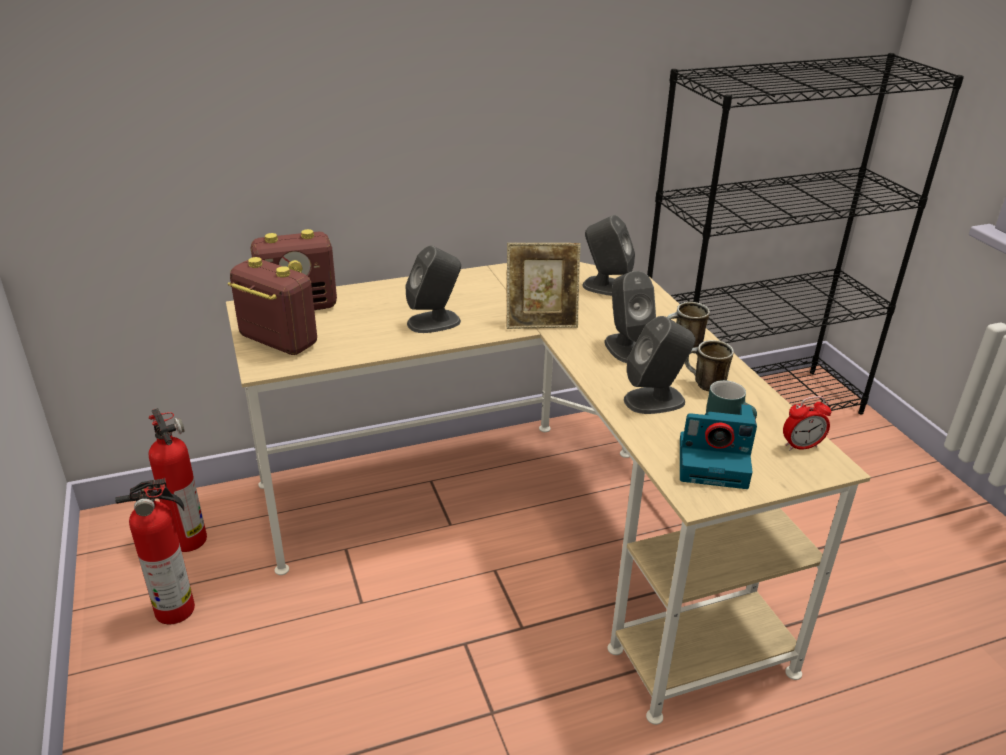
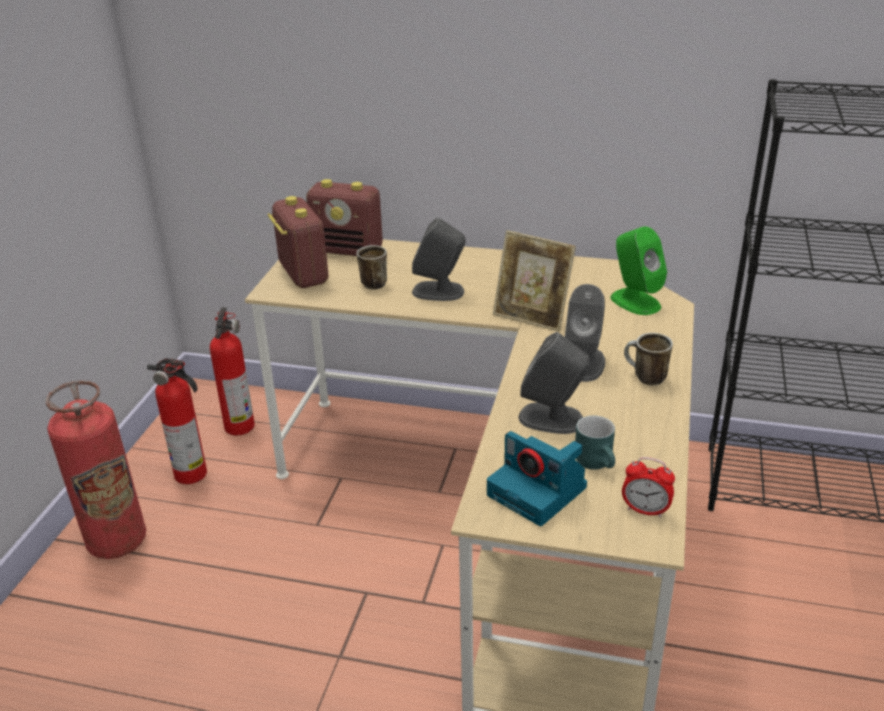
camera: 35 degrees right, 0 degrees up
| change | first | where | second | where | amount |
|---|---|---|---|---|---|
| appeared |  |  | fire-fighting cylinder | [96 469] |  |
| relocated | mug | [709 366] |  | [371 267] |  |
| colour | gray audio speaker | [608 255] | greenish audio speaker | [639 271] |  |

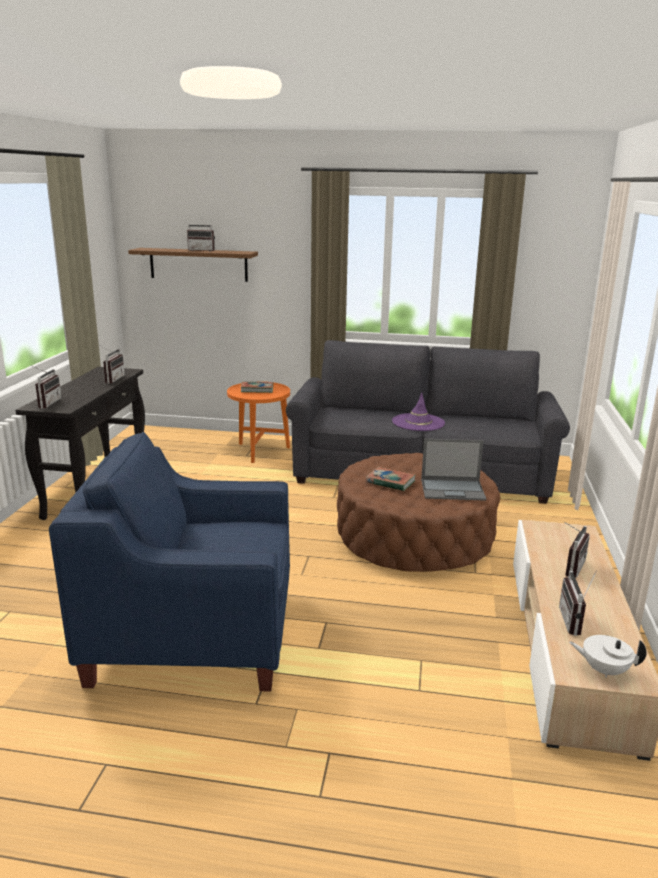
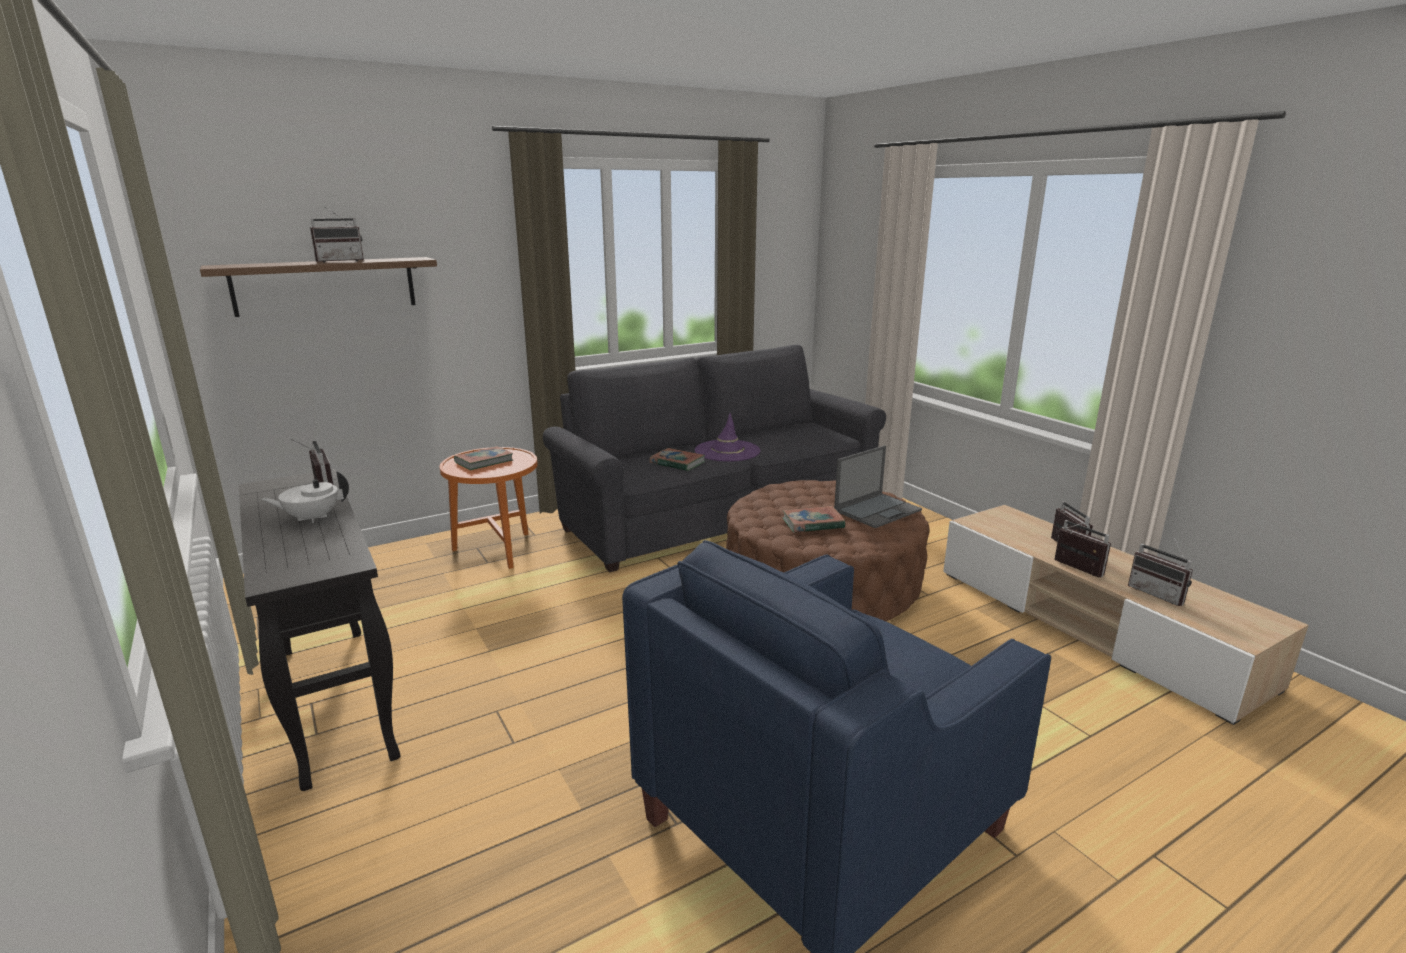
camera: 40 degrees left, 0 degrees up
| change | first | where | second | where | amount |
|---|---|---|---|---|---|
| relocated | white pot for tea | [608 656] |  | [305 497] |  |
| appeared |  |  | volume | [677 459] |  |
| relocated | radio set | [46 387] |  | [1082 549] |  |

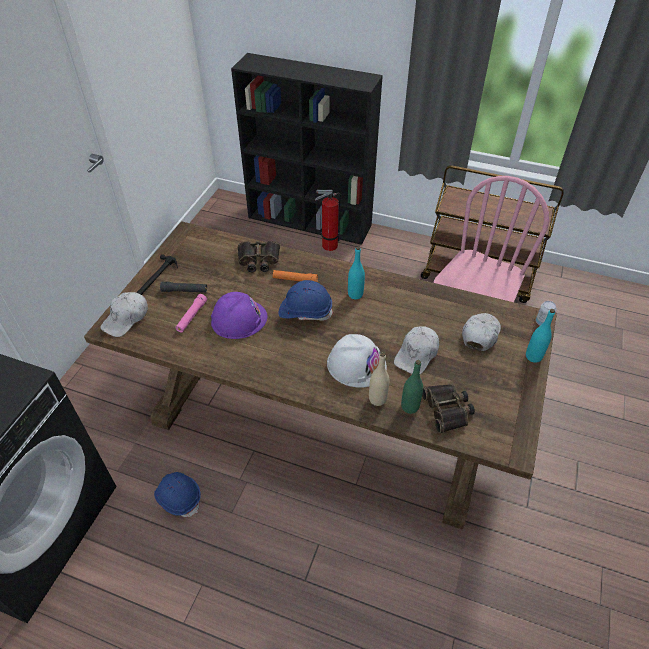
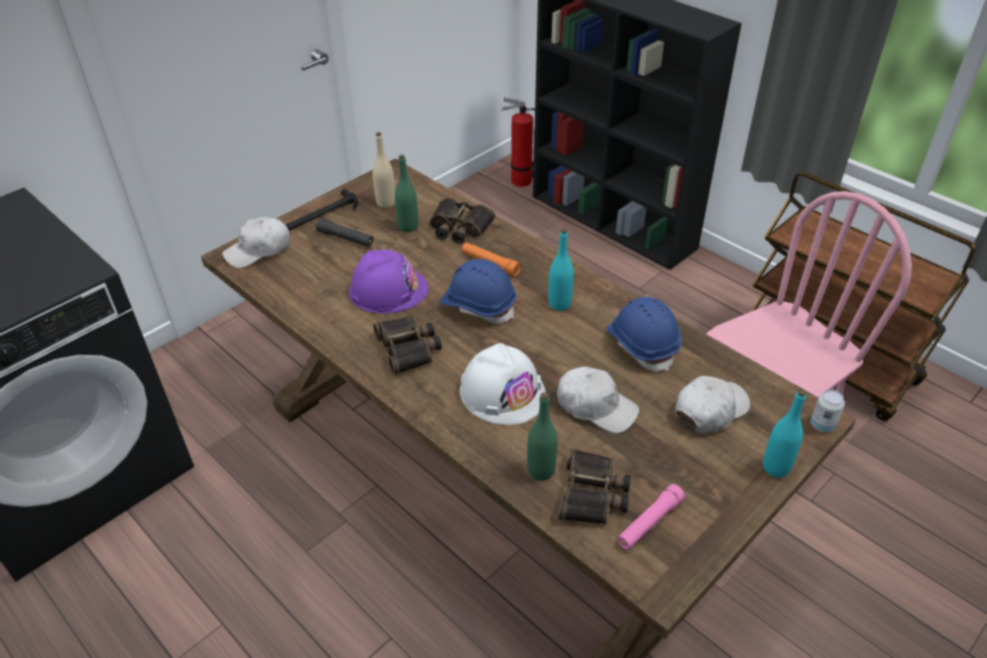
camera: 25 degrees right, 5 degrees down
| change | first | where | second | where | amount |
|---|---|---|---|---|---|
| relocated | sand-coloured beverage bottle | [379 379] |  | [383 170] |  |
| appeared |  |  | pair of binoculars | [407 345] |  |
| appeared |  |  | greenish beverage bottle | [406 193] |  |
| relocated | fire-fighting cylinder | [328 220] |  | [518 142] |  |
| spun | white cap | [416 350] |  | [598 400] | 120 degrees counterclockwise |
| relocated | blue-coloured work helmet | [177 494] |  | [644 334] |  |
| relocated | pink-coloured hand torch | [191 313] |  | [651 517] |  |

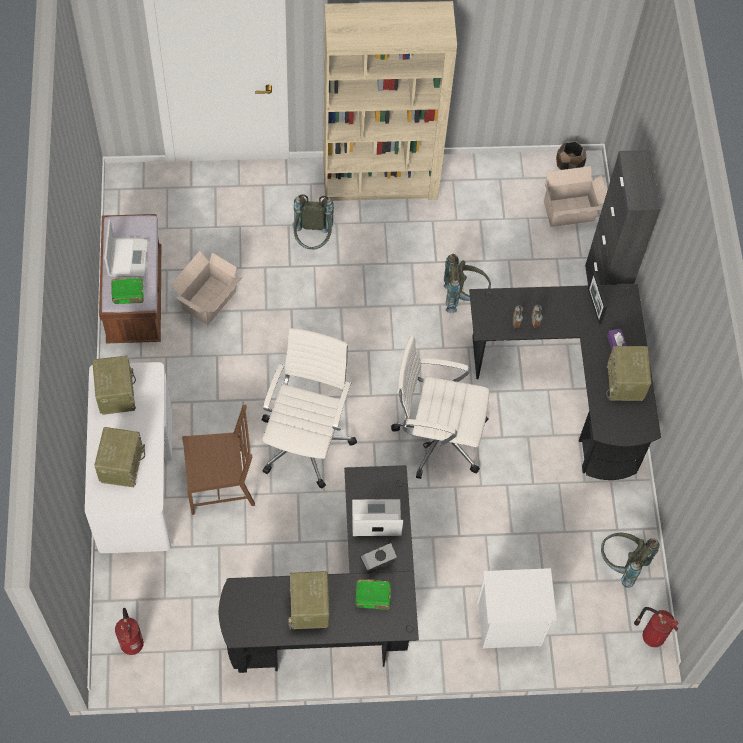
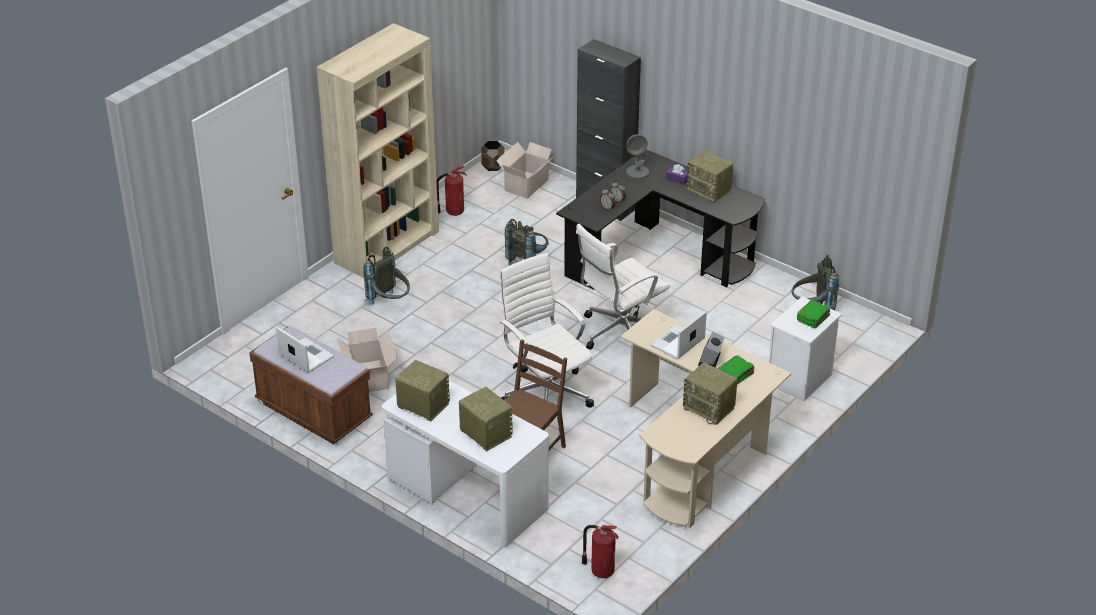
camera: 45 degrees left, 25 degrees down
| change | first | where | second | where | amount |
|---|---|---|---|---|---|
| relocated | fire-fighting cylinder | [656 627] |  | [452 191] |  |
| colour | black desk unit | [319 569] | sand-coloured desk unit | [705 418] |  |
| exchanged | picture frame | [597 297] | gray tabletop lamp | [637 156] |  |
| relocated | greenish volume | [127 291] |  | [813 314] |  |

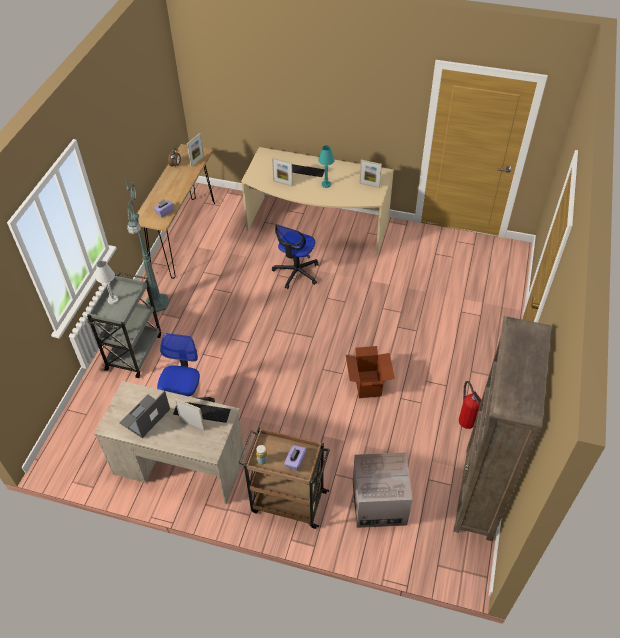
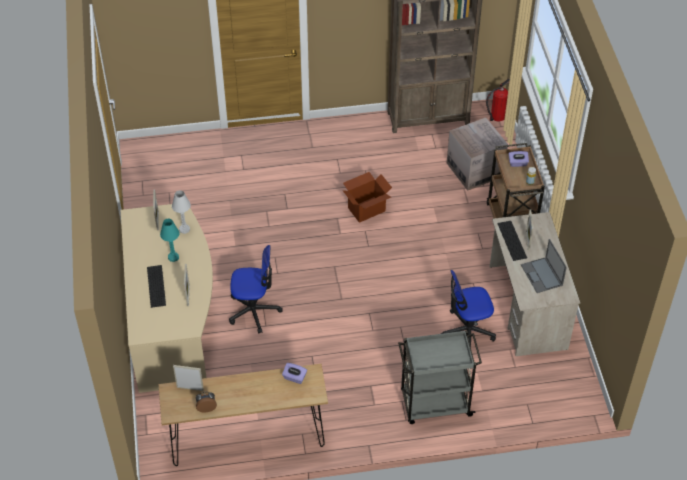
camera: 115 degrees left, 0 degrees up
| change | first | where | second | where | amount |
|---|---|---|---|---|---|
| relocated | white tabletop lamp | [107 283] |  | [181 212] |  |
| relocated | fire-fighting cylinder | [470 405] |  | [498 100] |  |
| spun | portable computer | [145 414] |  | [544 266] | 60 degrees clockwise |
| missing | greenish floor lamp | [147 244] |  |  |  |

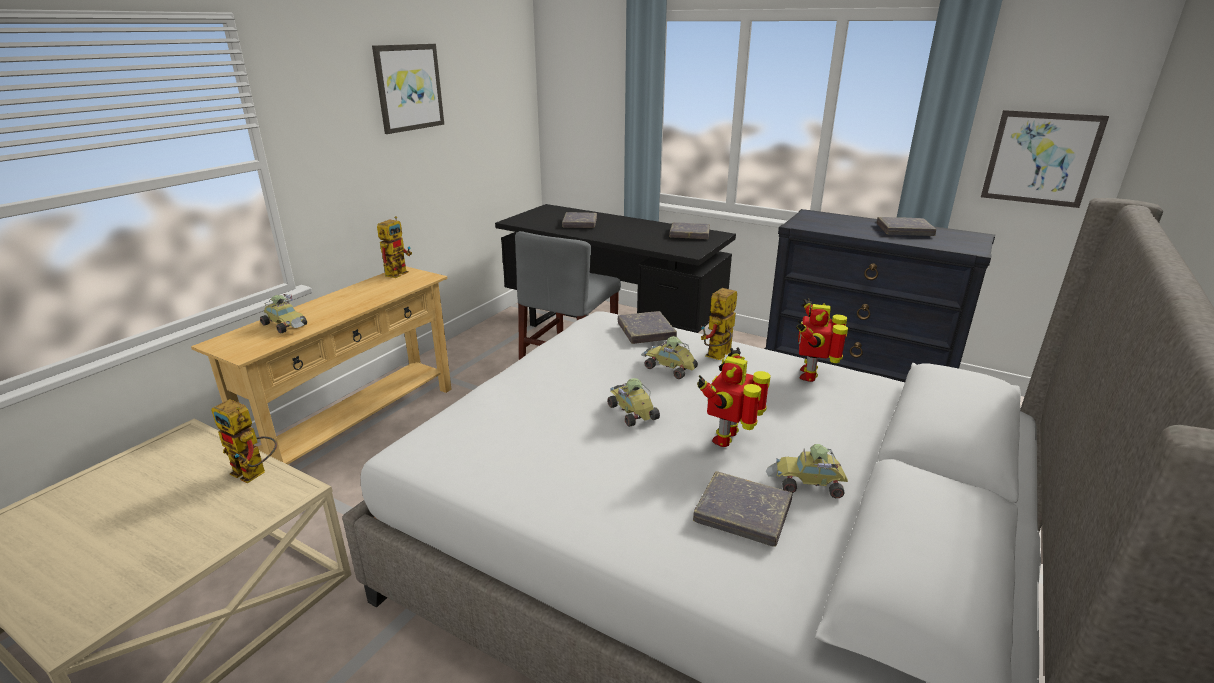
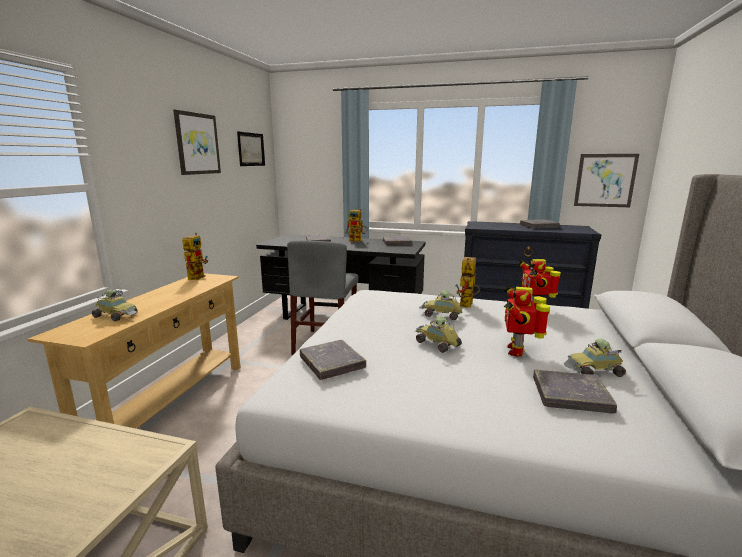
camera: 15 degrees left, 10 degrees down
| change | first | where | second | where | amount |
|---|---|---|---|---|---|
| appeared |  |  | wall art | [251 148] |  |
| relocated | gray volume | [647 327] |  | [333 360] |  |
| relocated | model robot | [244 441] |  | [357 225] |  |

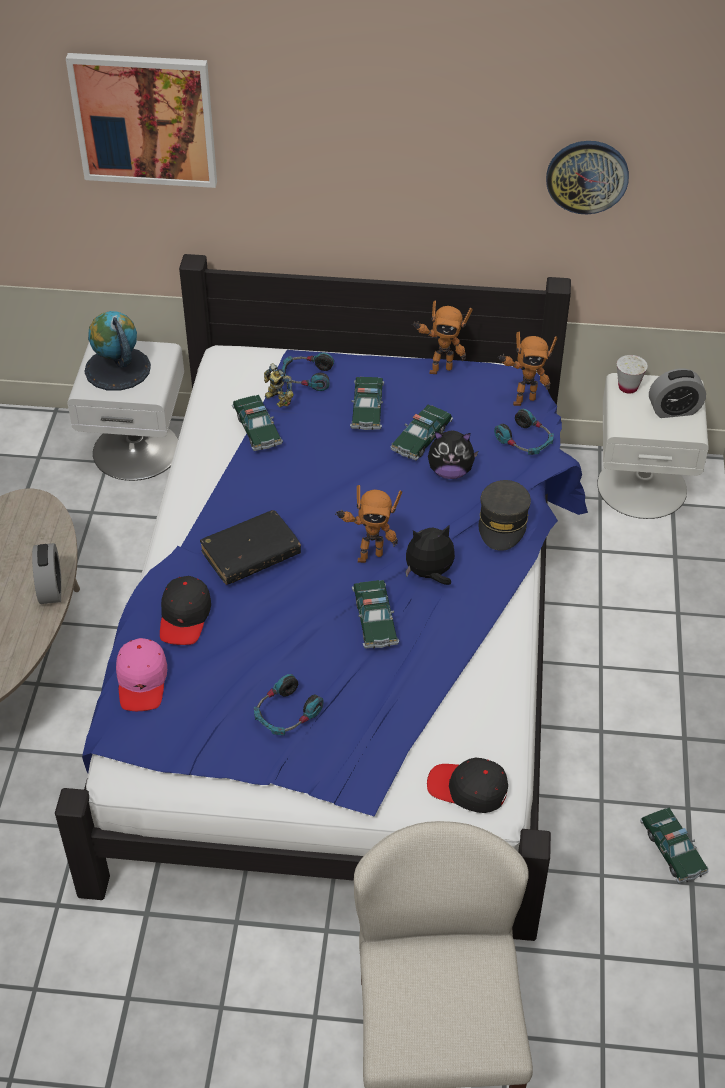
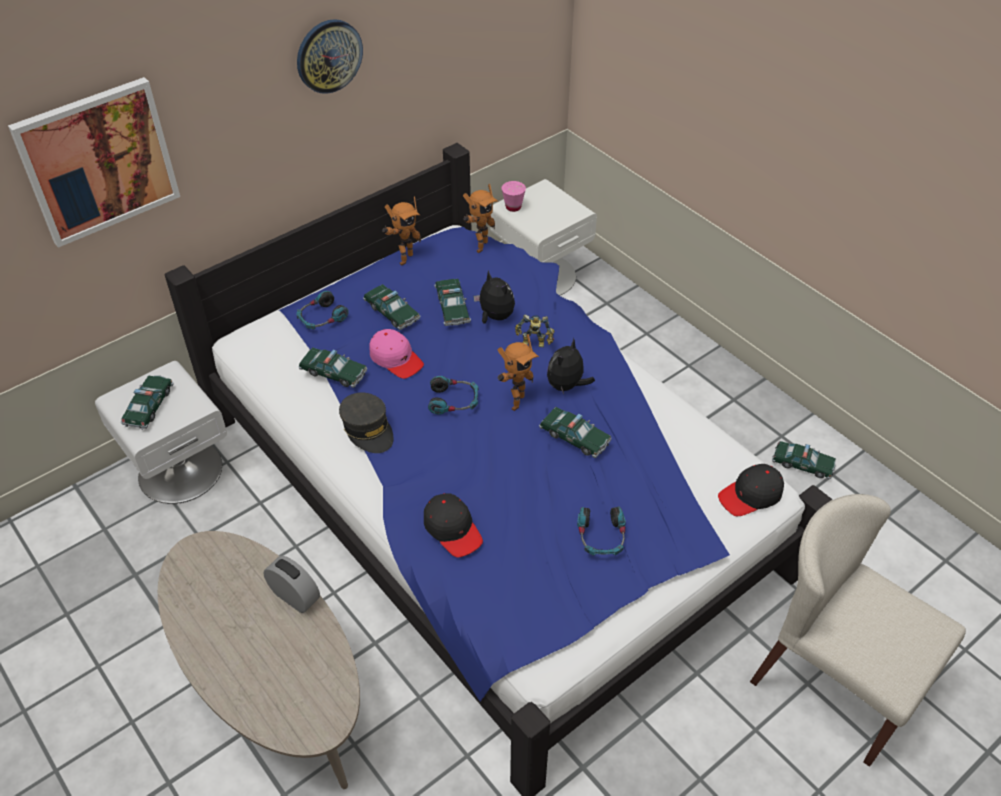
camera: 45 degrees left, 0 degrees up
| change | first | where | second | where | amount |
|---|---|---|---|---|---|
| exchanged | globe | [117 351] | toy car | [147 402] |  |
| relocated | hanging clock | [587 177] |  | [330 56] |  |
| relocated | gray cap | [504 515] |  | [366 423] |  |
| relocated | pink-coloured cap | [141 674] |  | [396 354] |  |
| relocated | headphones | [524 432] |  | [453 395] |  |
| spun | plush toy | [453 455] |  | [494 297] | 90 degrees counterclockwise |
| colour | white drinking cup | [632 374] | pink-coloured drinking cup | [514 196] |  |
| relocated | model robot | [279 385] |  | [535 331] |  |
| missing | black volume | [250 547] |  |  |  |
| missing | table clock | [677 393] |  |  |  |

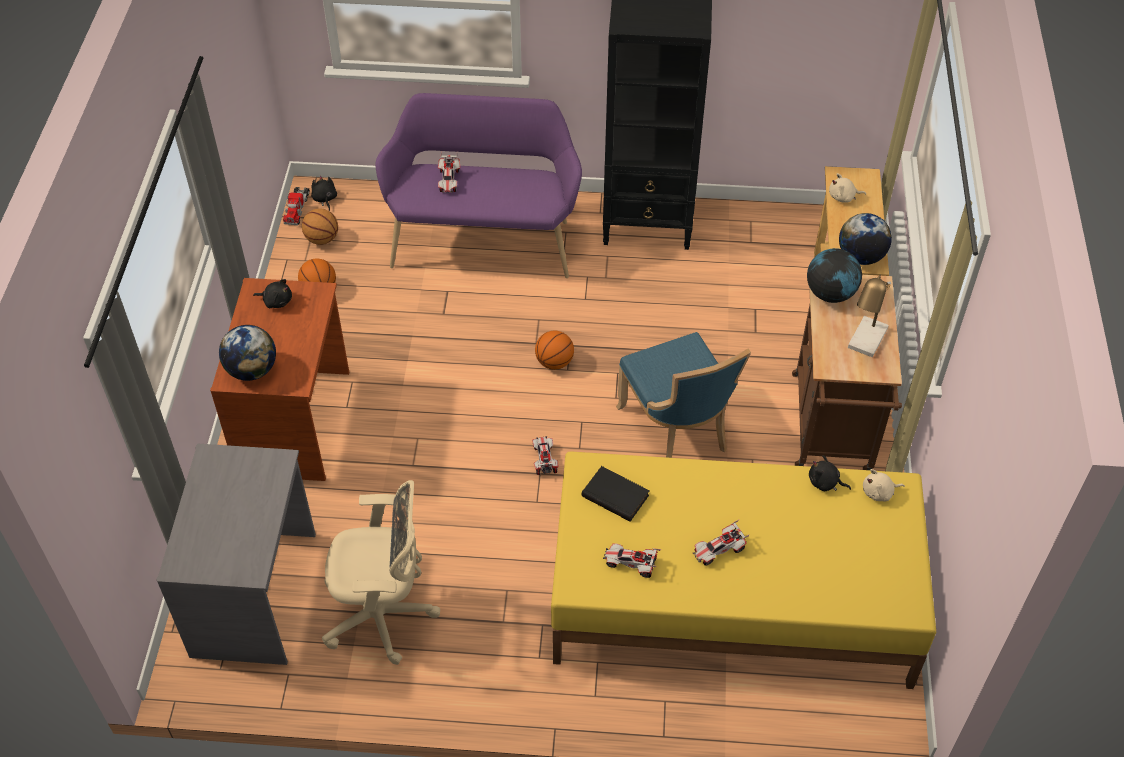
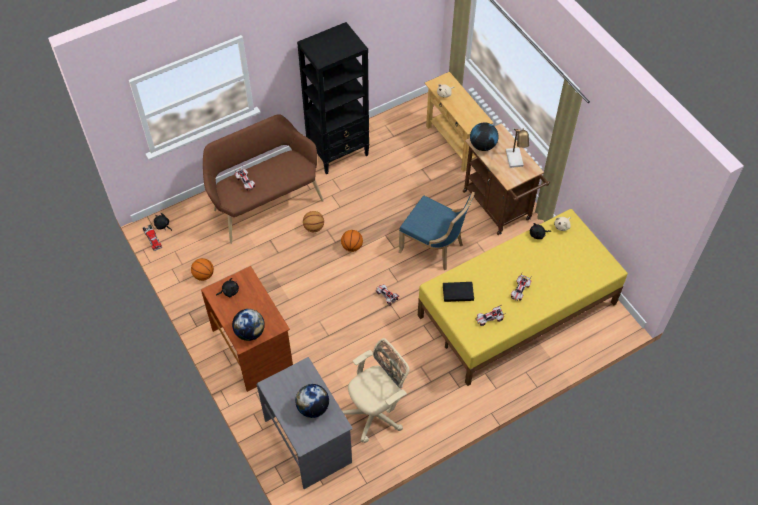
camera: 35 degrees left, 5 degrees up
| change | first | where | second | where | amount |
|---|---|---|---|---|---|
| colour | purplish long seat | [478 185] | brown-coloured long seat | [263 179] |  |
| relocated | globe | [865 239] |  | [312 401] |  |
| relocated | basketball | [320 226] |  | [313 221] |  |

